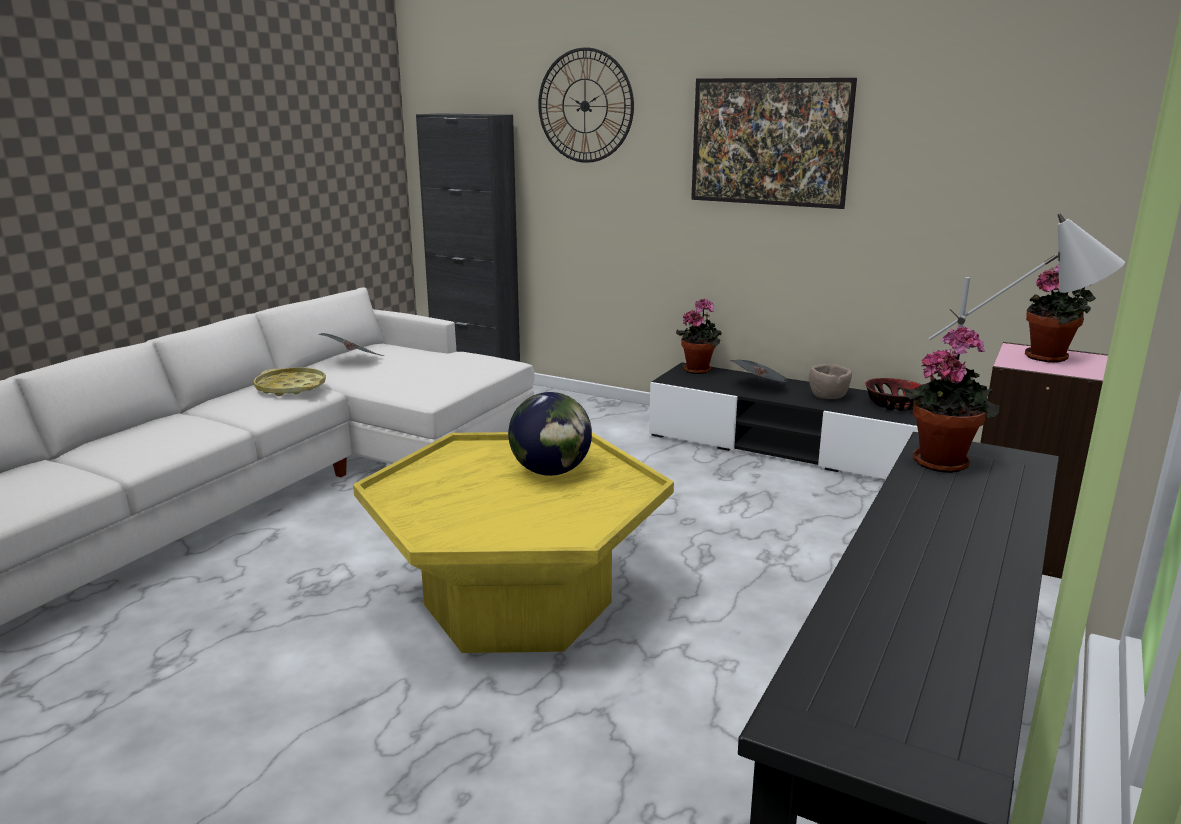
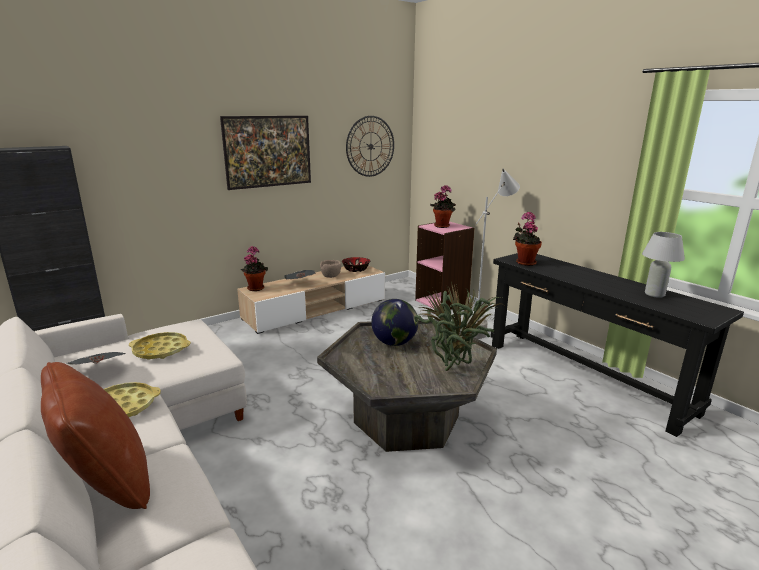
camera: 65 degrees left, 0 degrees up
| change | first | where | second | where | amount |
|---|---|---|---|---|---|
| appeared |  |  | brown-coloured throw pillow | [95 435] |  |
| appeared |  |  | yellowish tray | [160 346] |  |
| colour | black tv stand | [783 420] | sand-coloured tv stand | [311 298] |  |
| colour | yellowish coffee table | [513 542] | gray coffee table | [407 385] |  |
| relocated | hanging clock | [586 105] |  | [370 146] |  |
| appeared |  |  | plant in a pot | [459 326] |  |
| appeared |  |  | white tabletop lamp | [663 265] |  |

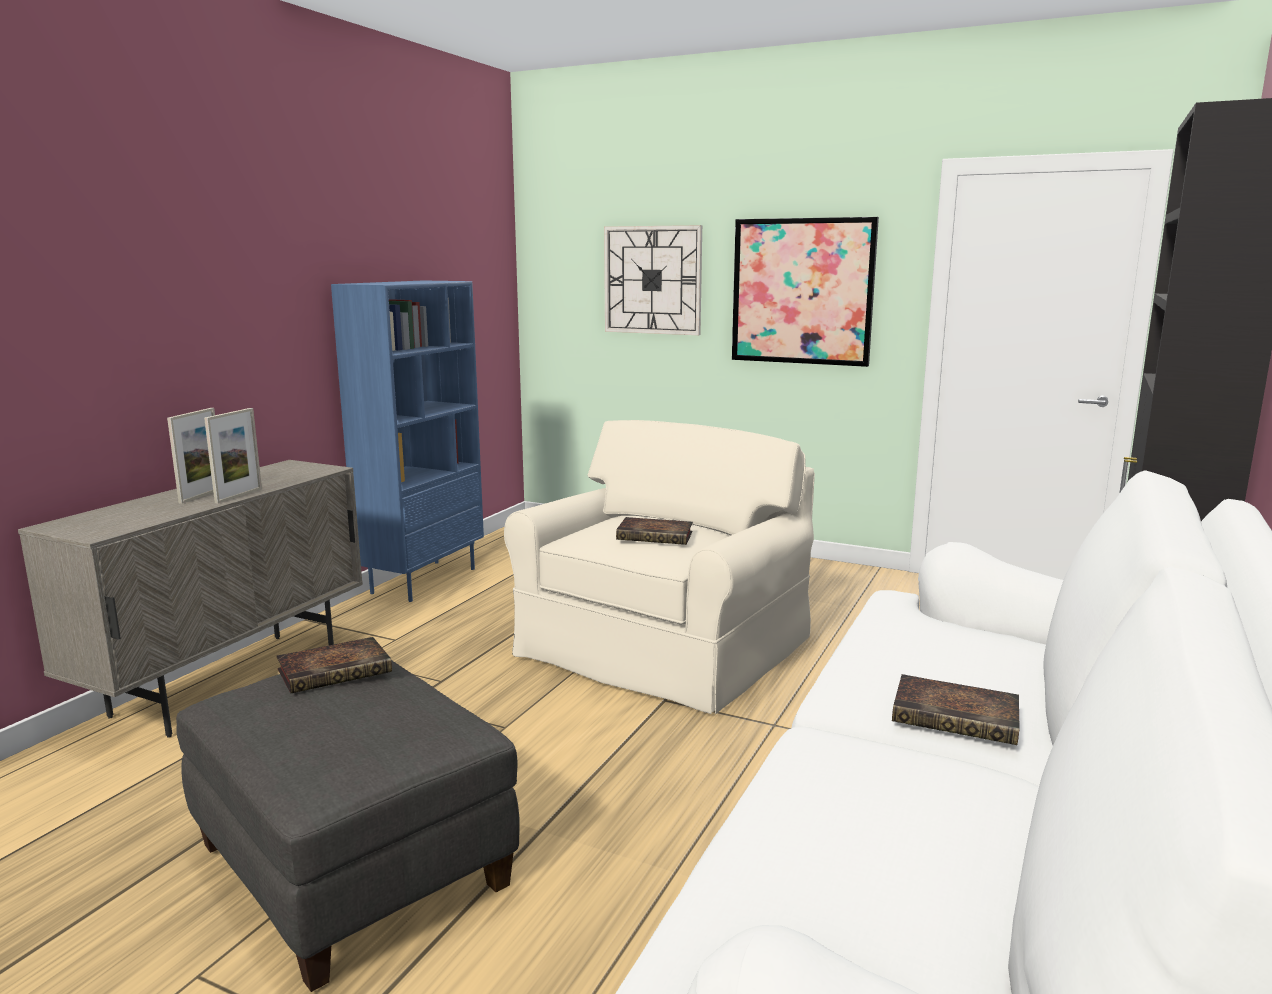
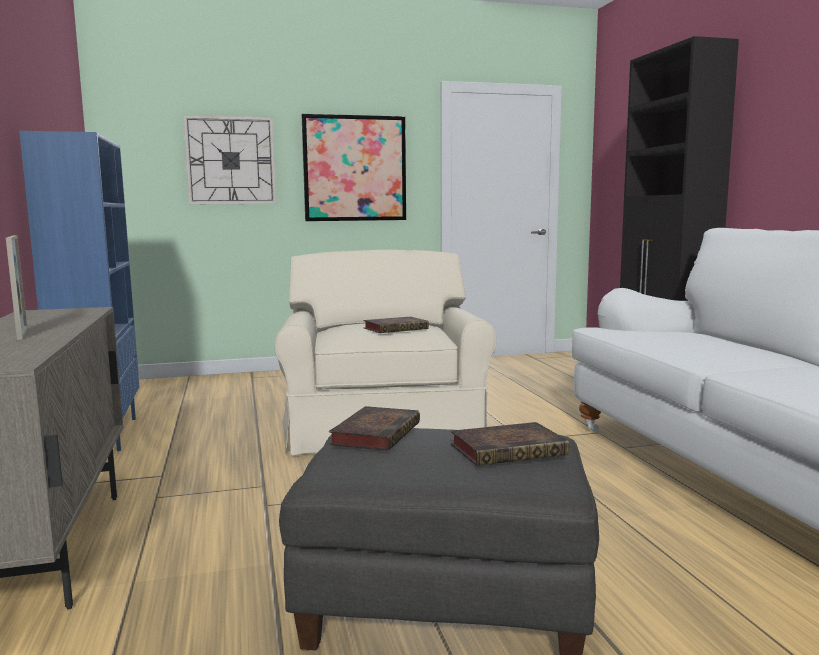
camera: 40 degrees left, 5 degrees down
| change | first | where | second | where | amount |
|---|---|---|---|---|---|
| relocated | volume | [956 709] |  | [510 444] |  |
| missing | picture frame | [233 455] |  |  |  |

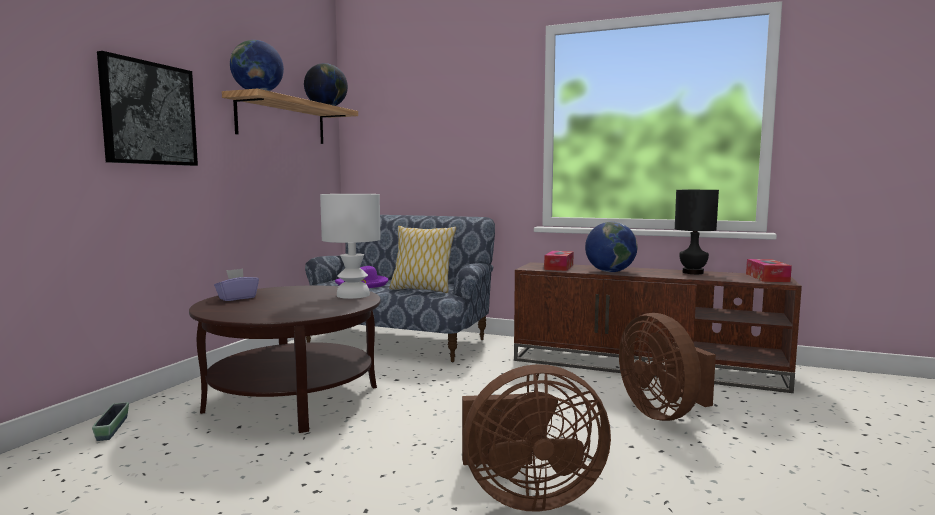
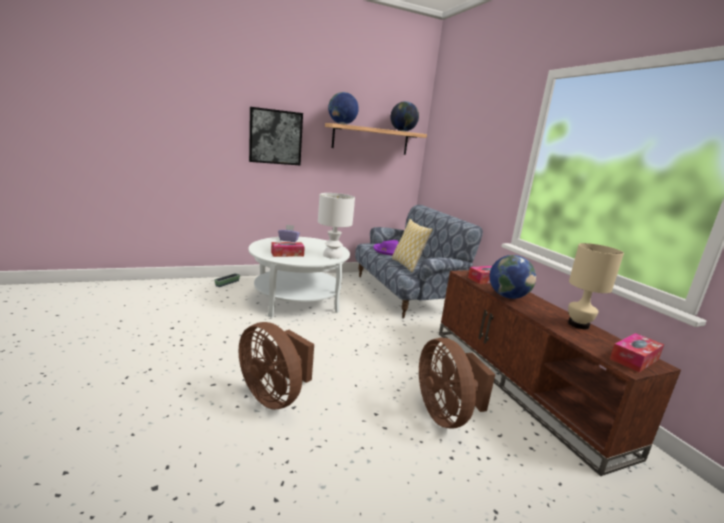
camera: 45 degrees right, 10 degrees up
| change | first | where | second | where | amount |
|---|---|---|---|---|---|
| colour | brown-coloured coffee table | [285 359] | white coffee table | [299 277] |  |
| appeared |  |  | tissue box | [288 249] |  |
| spun | brown-coloured fan | [667 367] |  | [457 383] | 45 degrees counterclockwise |
| colour | black tabletop lamp | [697 232] | sand-coloured tabletop lamp | [596 286] |  |

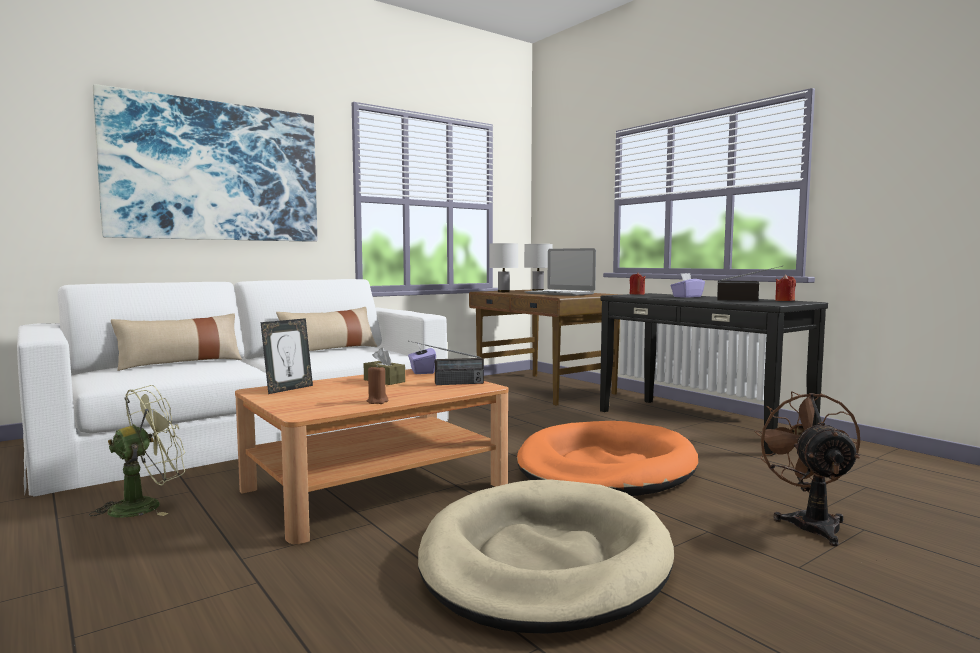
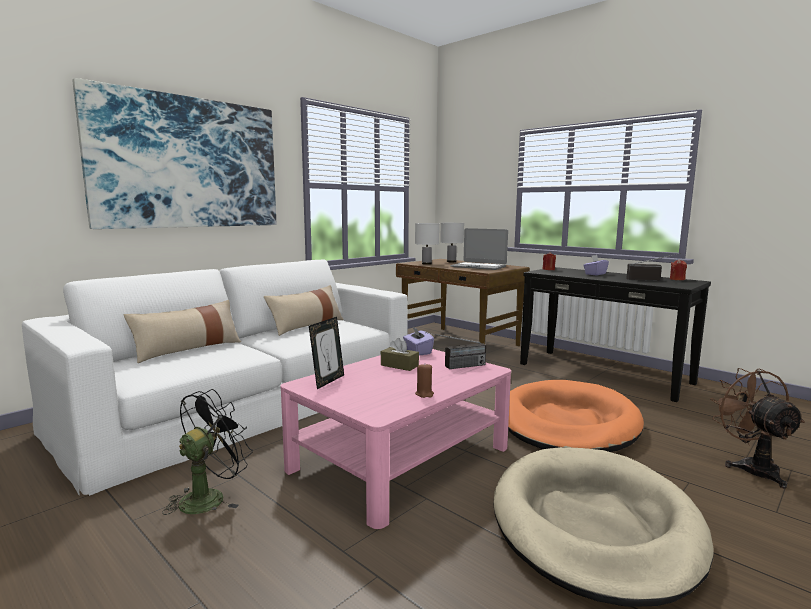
camera: 10 degrees left, 5 degrees up
| change | first | where | second | where | amount |
|---|---|---|---|---|---|
| colour | greenish fan | [137 451] | black fan | [207 452] |  |
| colour | brown-coloured coffee table | [371 456] | pink-coloured coffee table | [395 439] |  |

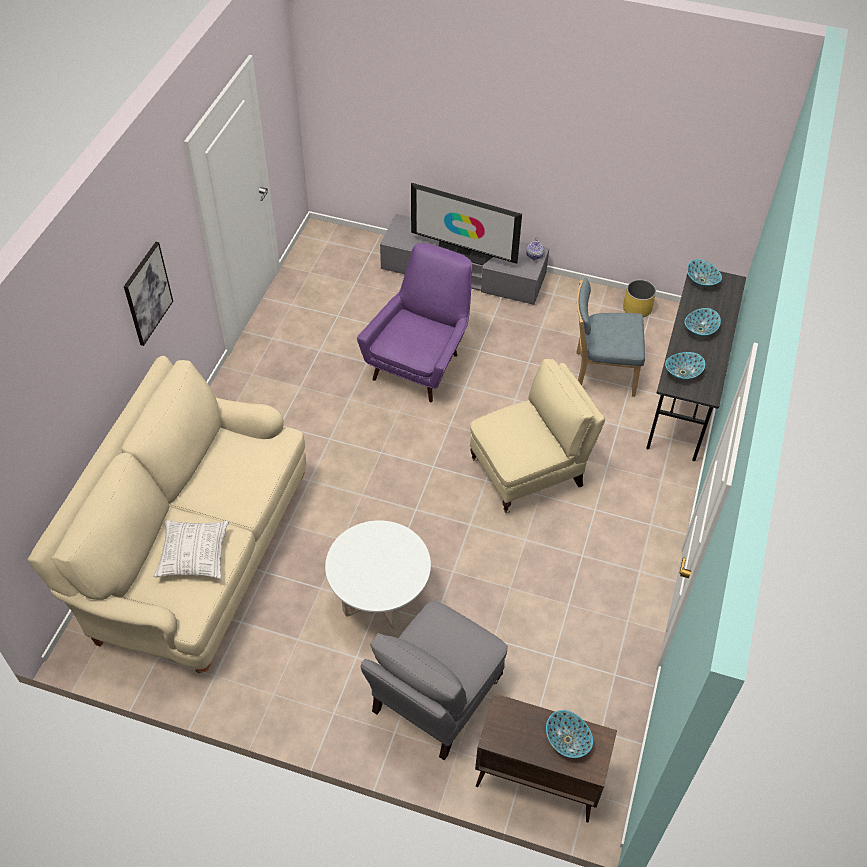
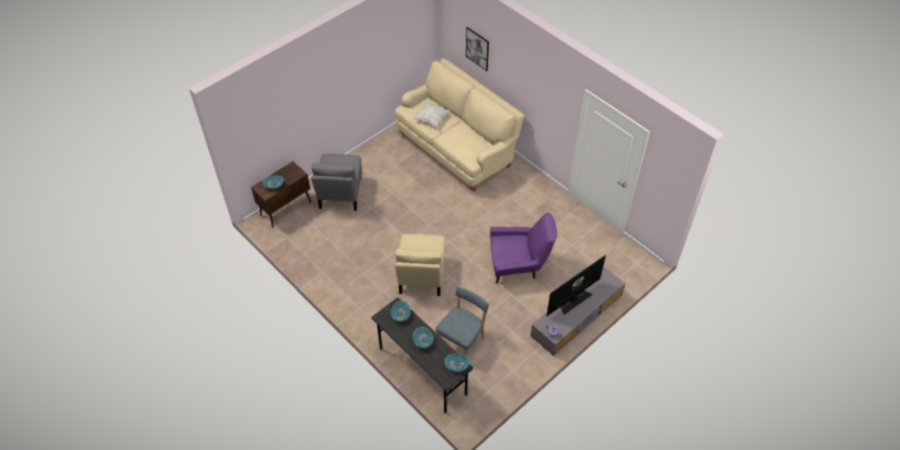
camera: 120 degrees right, 0 degrees up
| change | first | where | second | where | amount |
|---|---|---|---|---|---|
| spun | gray lounge chair | [434 680] |  | [336 182] | 150 degrees counterclockwise |
| relocated | wall art | [148 294] |  | [477 49] |  |
| spun | purplish lounge chair | [415 322] |  | [523 247] | 60 degrees counterclockwise |
| missing | white coffee table | [378 575] |  |  |  |
| missing | yellowish plant pot | [639 298] |  |  |  |

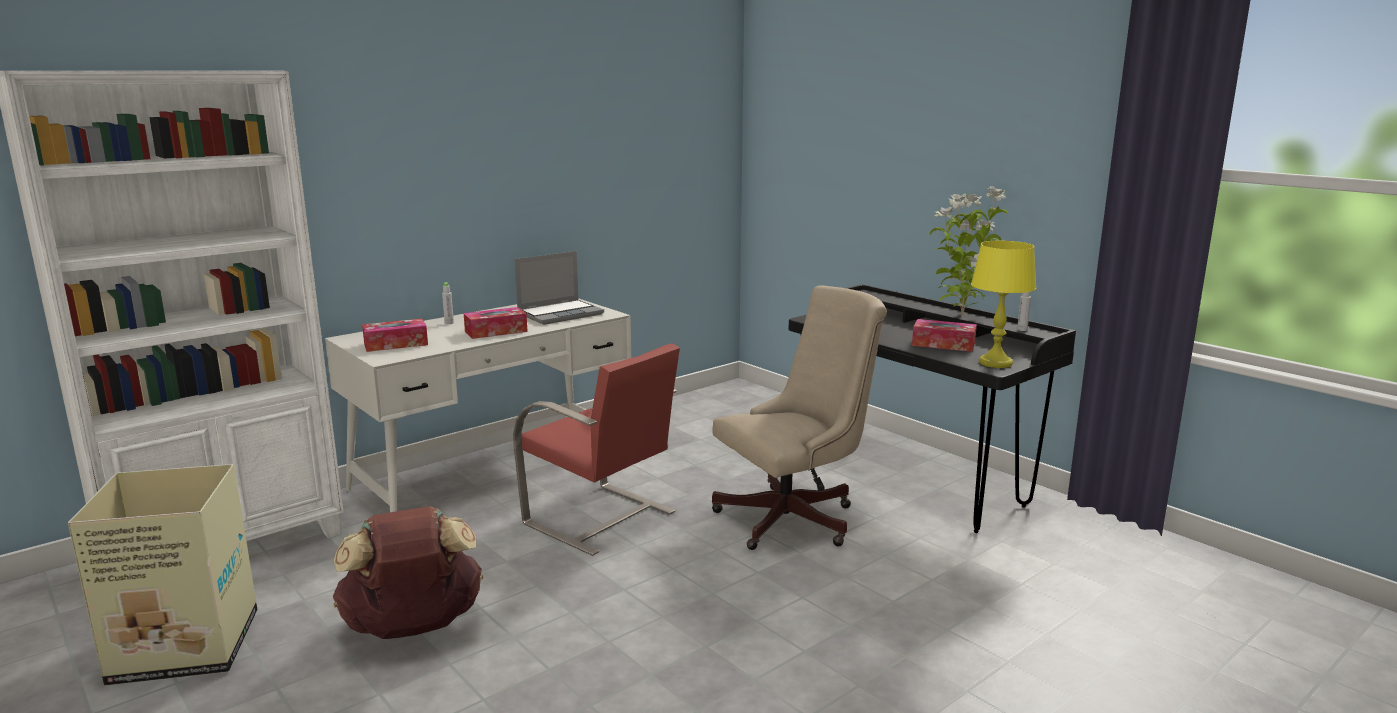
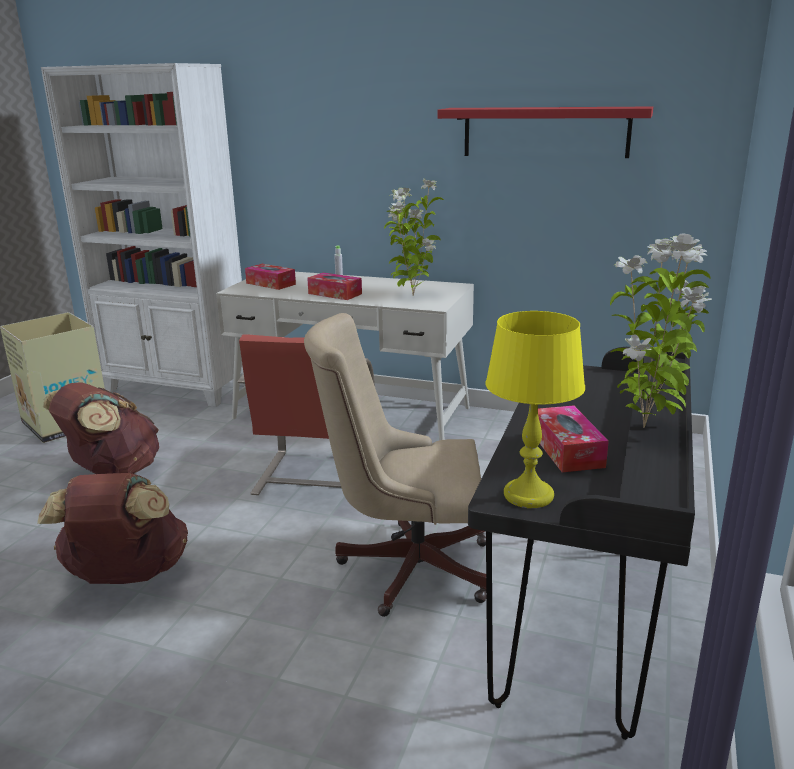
camera: 60 degrees right, 5 degrees up
| change | first | where | second | where | amount |
|---|---|---|---|---|---|
| appeared |  |  | brown-coloured rucksack | [112 528] |  |
| spun | sand-coloured office chair | [799 417] |  | [395 465] | 150 degrees clockwise |
| exchanged | portable computer | [559 288] | plant in a pot | [414 237] |  |
| appeared |  |  | red wall shelf | [545 132] |  |
| missing | gray beverage bottle | [1024 311] |  |  |  |

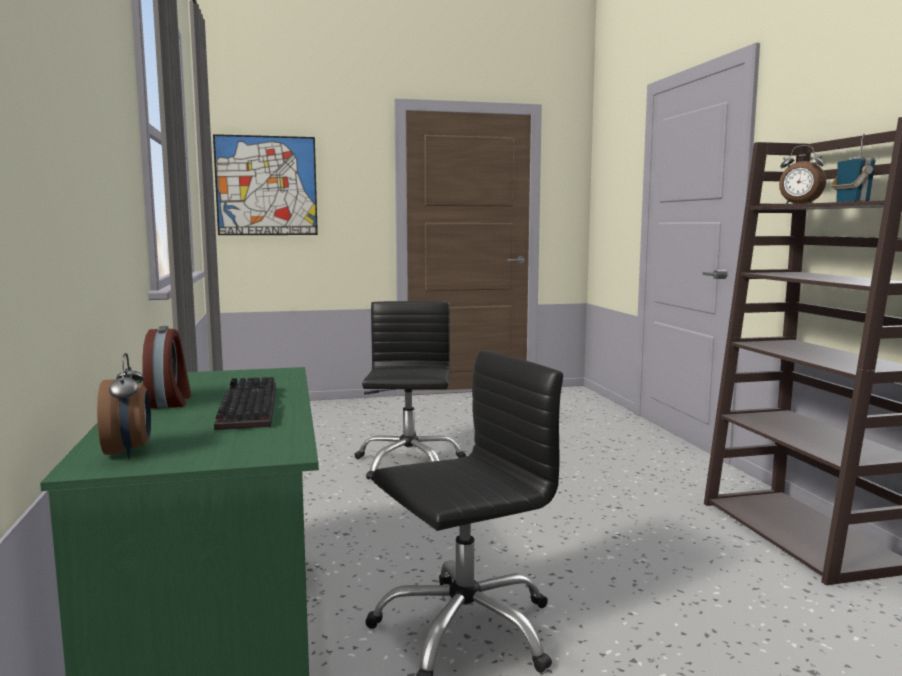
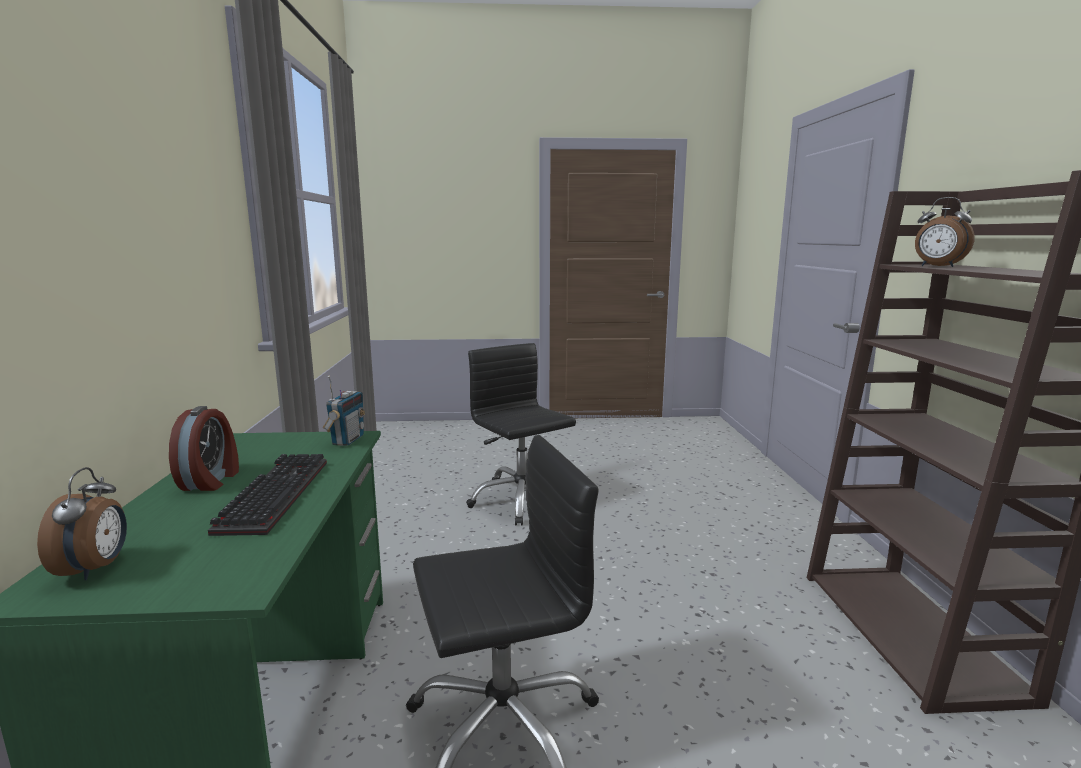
camera: 10 degrees right, 5 degrees up
| change | first | where | second | where | amount |
|---|---|---|---|---|---|
| relocated | radio set | [852 167] |  | [344 411] |  |
| spun | black office chair | [410 391] |  | [521 434] | 45 degrees counterclockwise |
| missing | wall art | [265 184] |  |  |  |

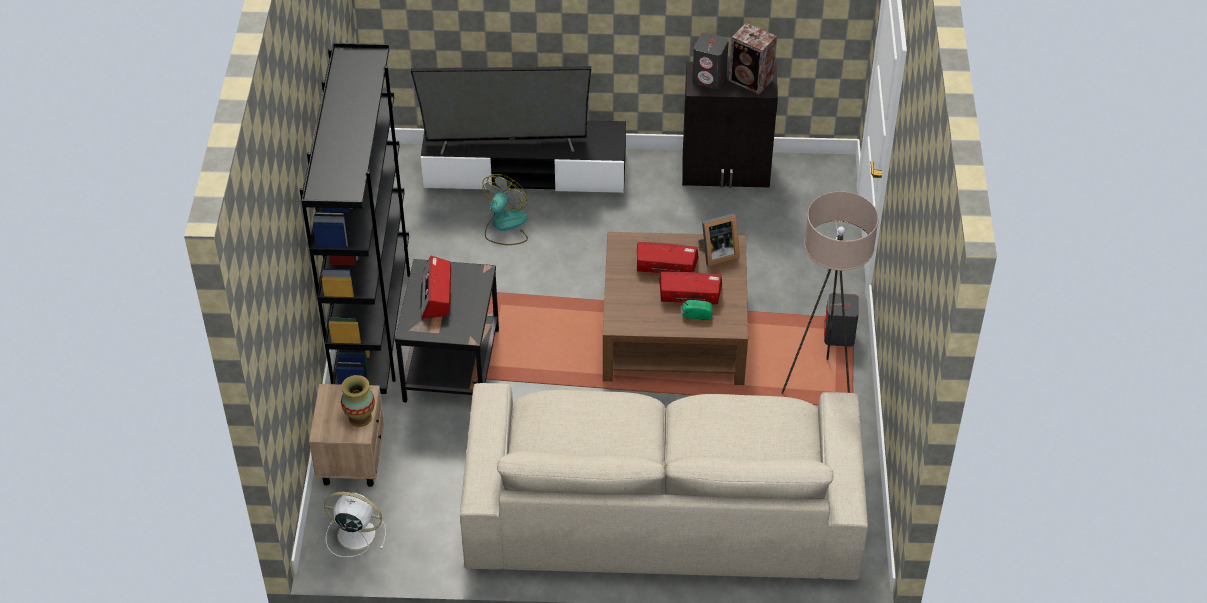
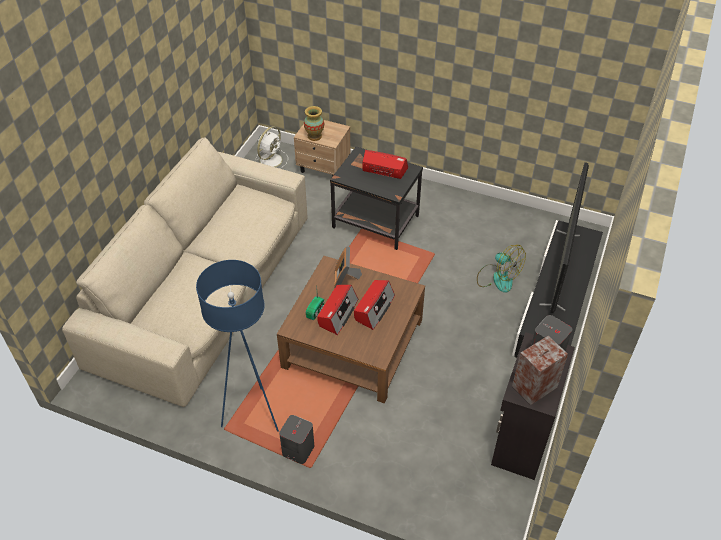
camera: 110 degrees right, 0 degrees up
| change | first | where | second | where | amount |
|---|---|---|---|---|---|
| colour | sand-coloured floor lamp | [830 292] | blue-coloured floor lamp | [237 346] |  |
| relocated | picture frame | [718 240] |  | [348 267] |  |
| missing | black shelving unit | [354 218] |  |  |  |

